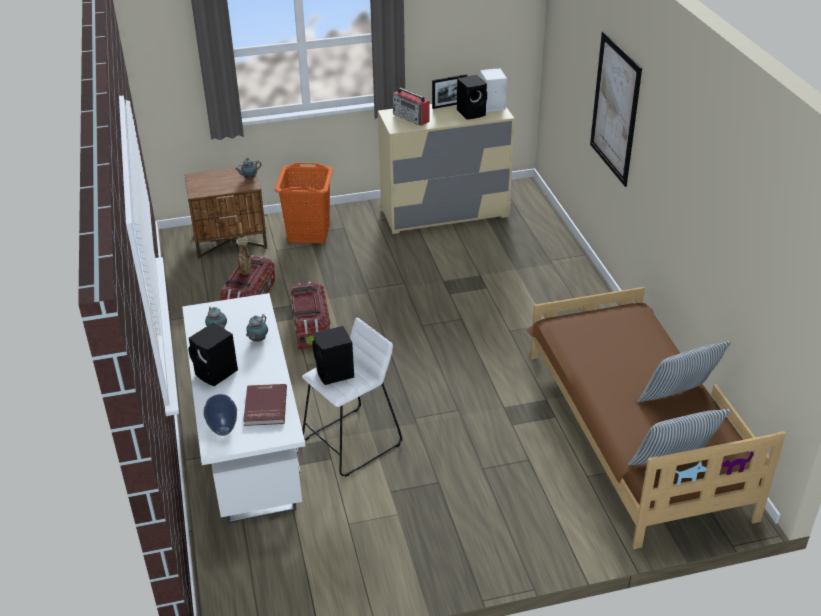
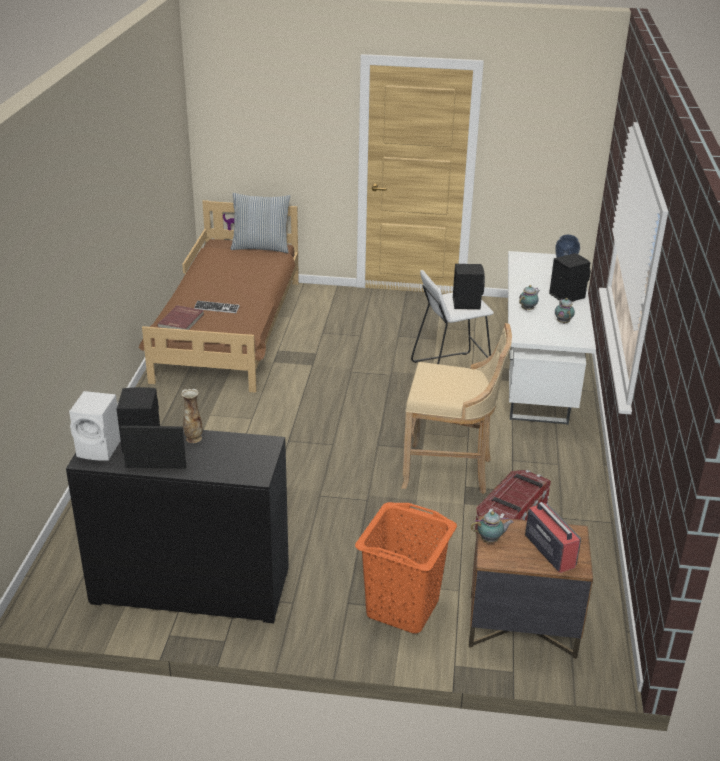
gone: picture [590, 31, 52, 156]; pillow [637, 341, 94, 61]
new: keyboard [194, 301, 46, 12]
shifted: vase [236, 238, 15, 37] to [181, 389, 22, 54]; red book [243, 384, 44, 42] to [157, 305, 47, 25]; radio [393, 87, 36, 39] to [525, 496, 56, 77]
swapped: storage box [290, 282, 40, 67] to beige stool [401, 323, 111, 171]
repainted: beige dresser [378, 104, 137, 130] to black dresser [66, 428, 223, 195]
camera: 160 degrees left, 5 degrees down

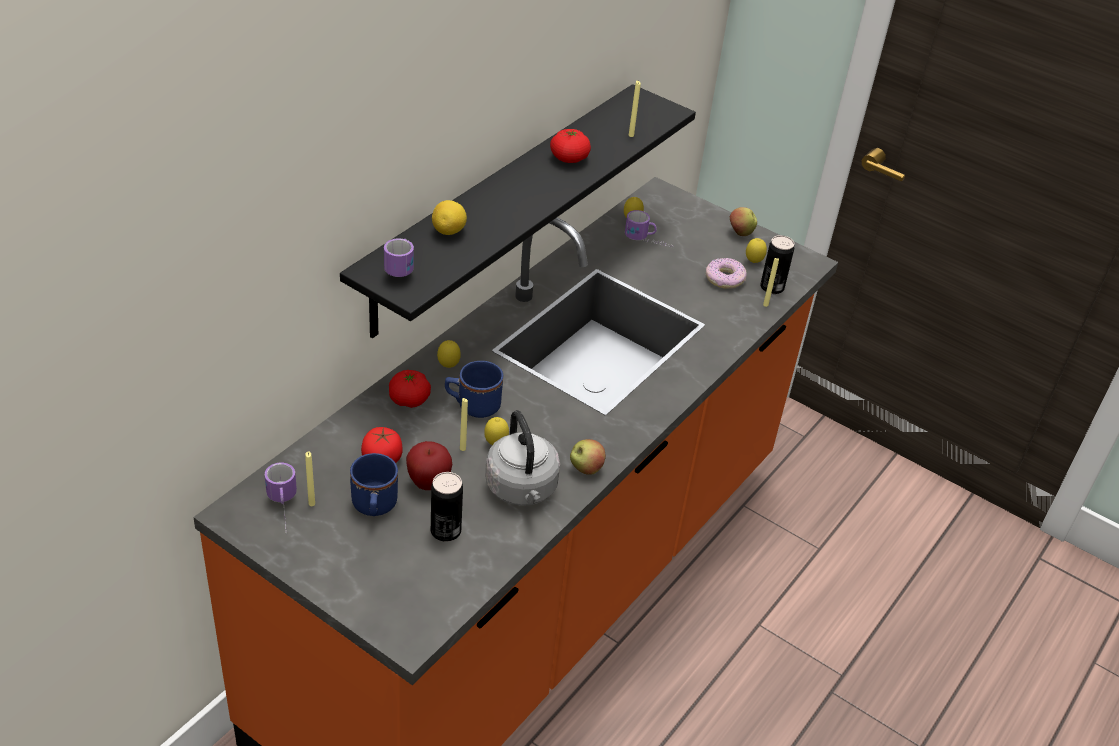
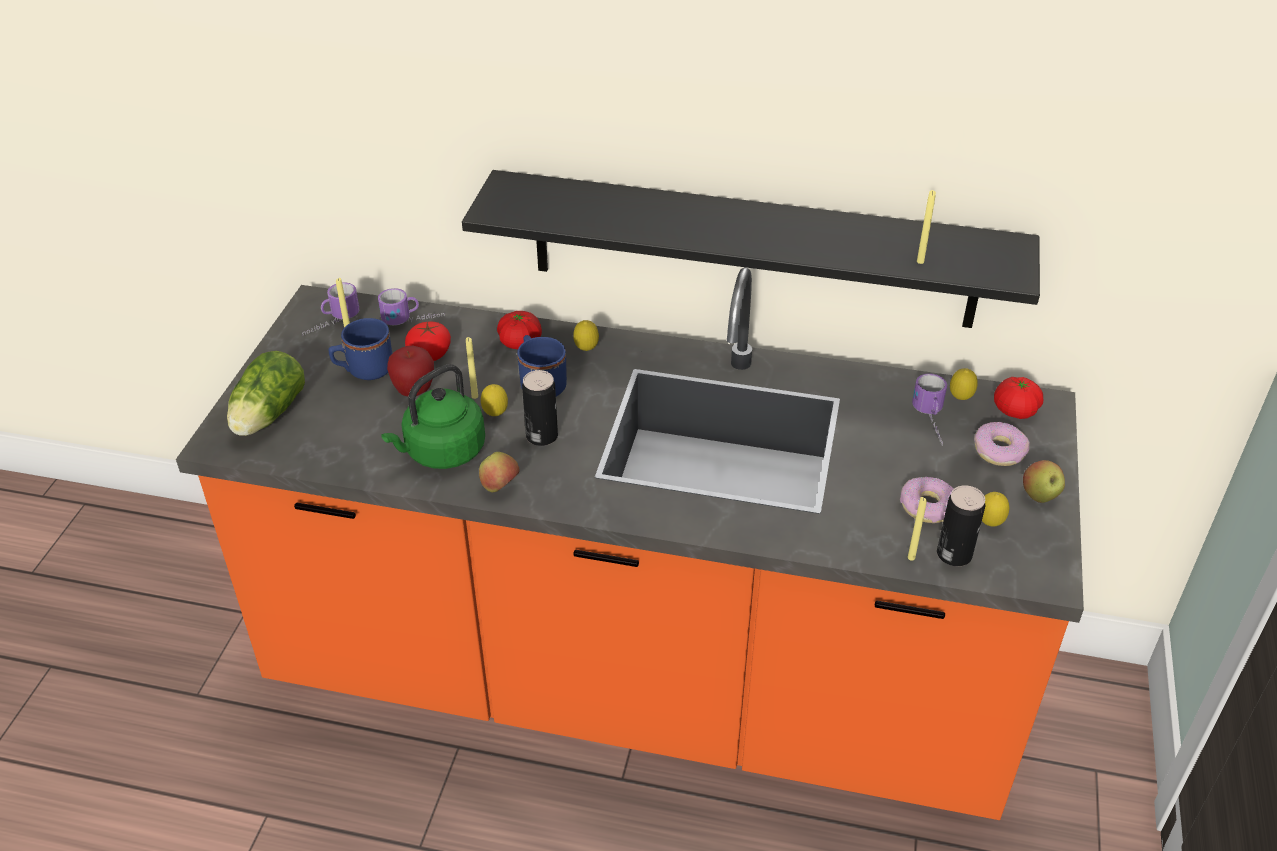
gone: lemon [432, 200, 35, 35]
new: lettuce [227, 351, 78, 85]; donut [974, 422, 55, 44]
shifted: mug [384, 238, 30, 39] to [378, 288, 67, 37]; can [431, 472, 32, 70] to [522, 370, 36, 76]; tomato [550, 129, 41, 34] to [994, 377, 49, 42]
repainted: grey kettle [485, 410, 75, 96] to green kettle [381, 364, 104, 105]
camera: 70 degrees right, 0 degrees up

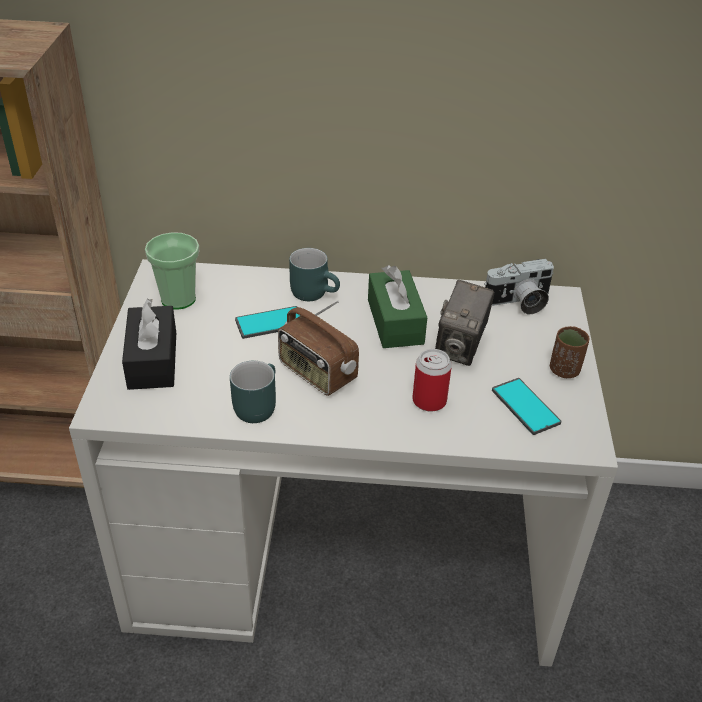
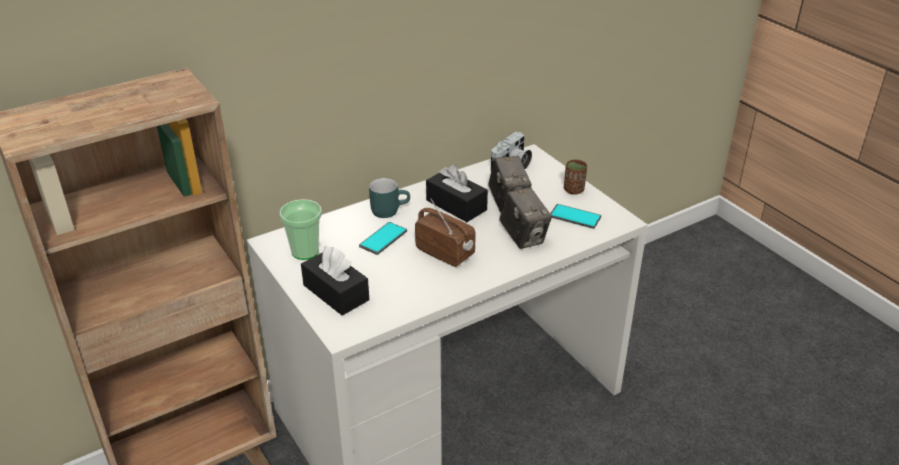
gone: turquoise mug [230, 361, 46, 62]
swapped: can [412, 349, 40, 63] to photo camera [499, 187, 53, 62]
repainted: green tissue box [368, 265, 59, 83] to black tissue box [426, 164, 62, 58]
rotated: radio [278, 301, 81, 95] = [415, 199, 60, 68] 150 degrees counterclockwise
camera: 35 degrees left, 5 degrees down

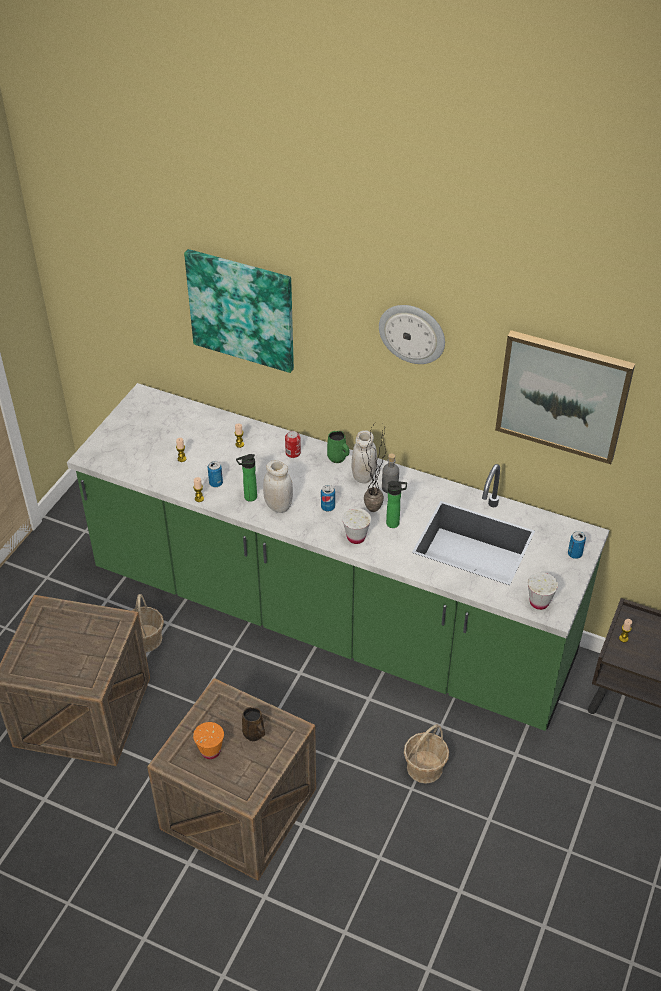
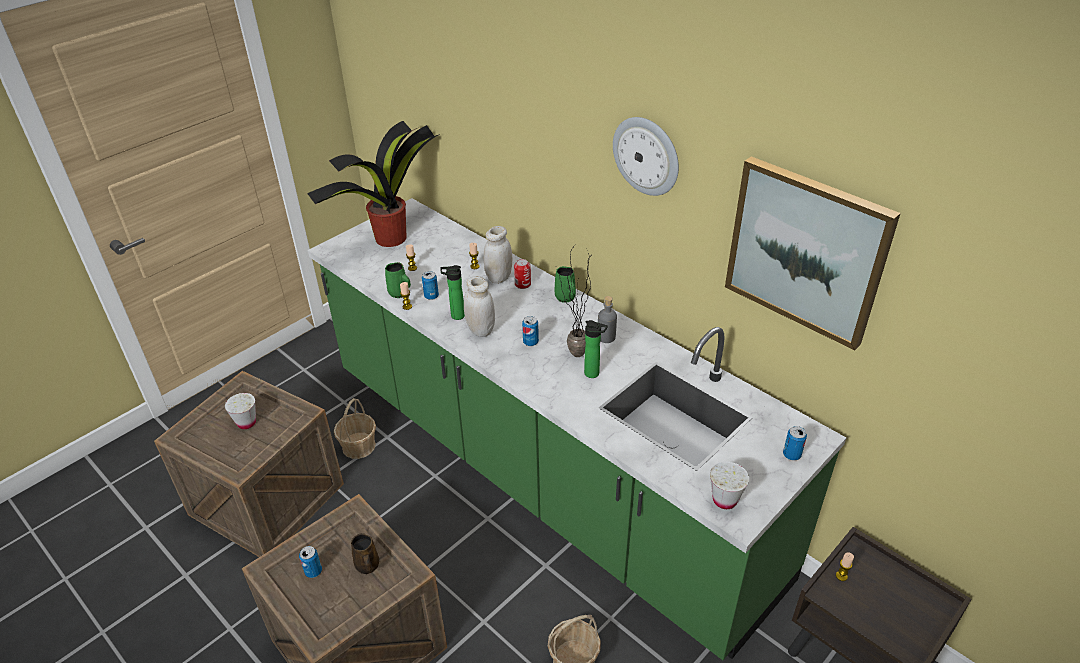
gone: picture [184, 249, 110, 124]
new: potted plant [307, 121, 133, 126]; green mug [385, 262, 26, 36]
shifted: white cup [342, 508, 29, 36] to [225, 393, 31, 36]; white jar [352, 430, 25, 54] to [484, 226, 28, 58]
swapped: orange cup [193, 722, 31, 37] to can [299, 546, 23, 32]
camera: 20 degrees right, 5 degrees down

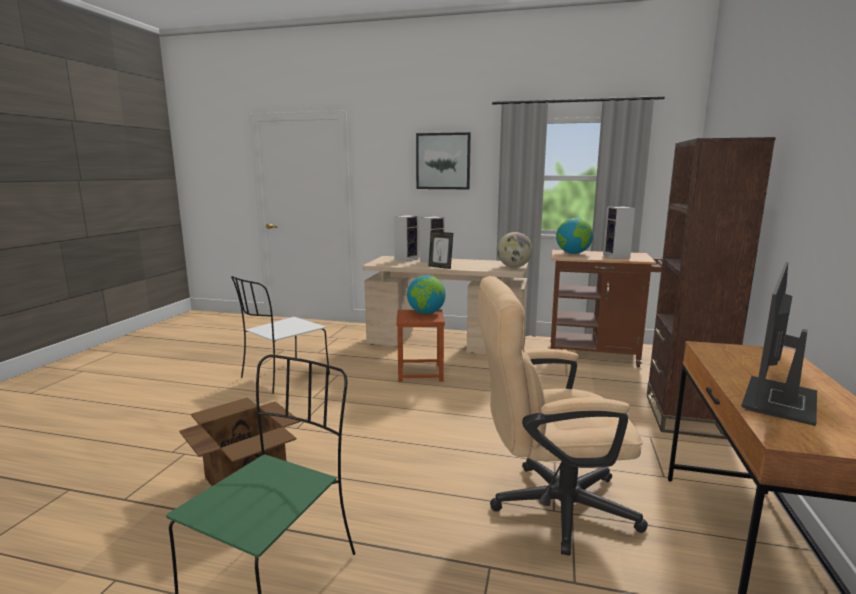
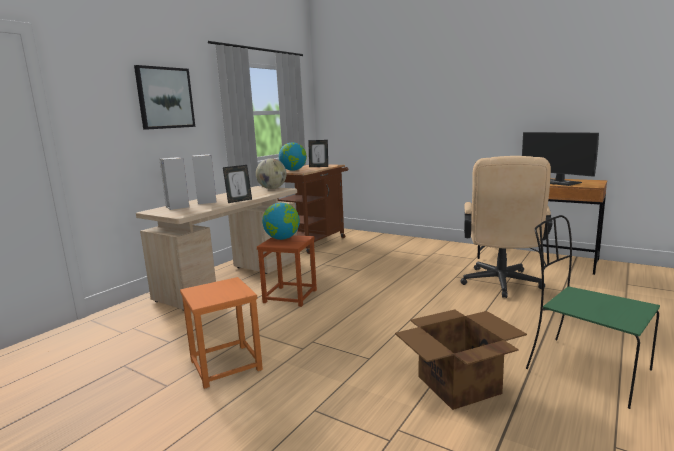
gone: brown bookcase [647, 137, 129, 302]
swapped: white chair [231, 276, 99, 117] to orange stool [180, 277, 83, 112]; speaker [603, 207, 32, 52] to picture frame [308, 140, 20, 27]
camera: 70 degrees left, 0 degrees up

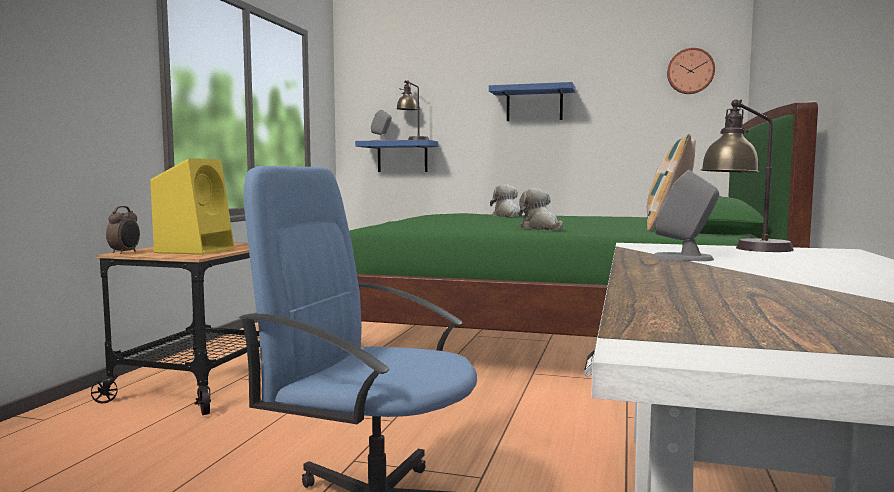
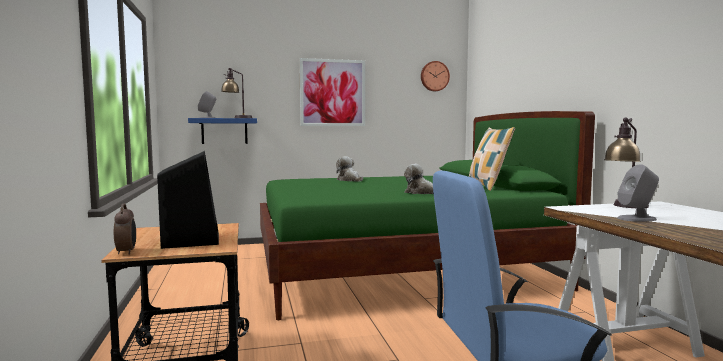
swapped: blue shelf [489, 82, 86, 39] to picture [299, 58, 66, 68]
repainted: yellow speaker [150, 158, 84, 97] to black speaker [157, 151, 62, 98]
camera: 30 degrees left, 0 degrees up

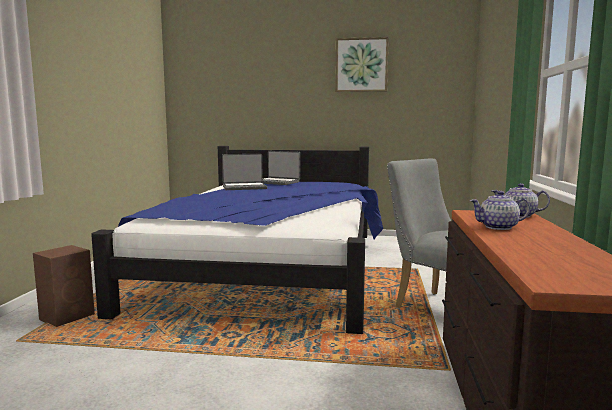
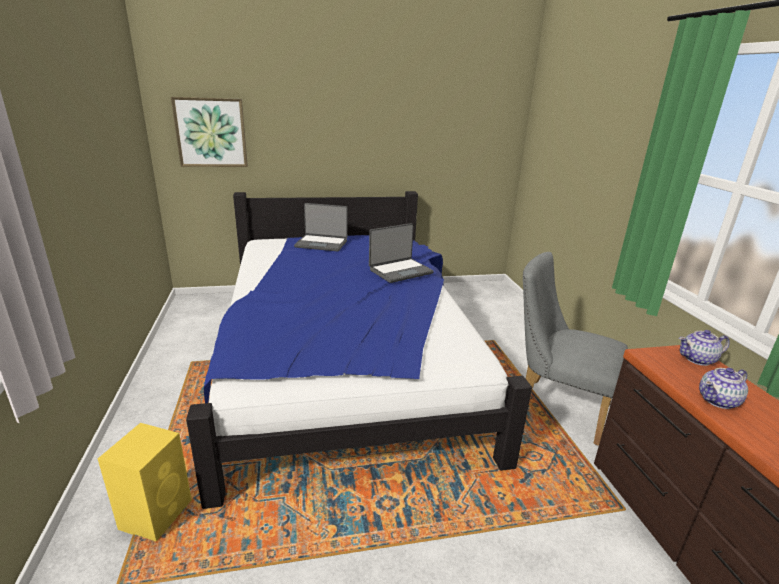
shifted: laptop [222, 154, 45, 36] to [369, 223, 65, 60]; picture [335, 37, 54, 55] to [171, 97, 77, 70]
repainted: brown speaker [33, 245, 62, 82] to yellow speaker [98, 423, 94, 119]
camera: 20 degrees left, 15 degrees up

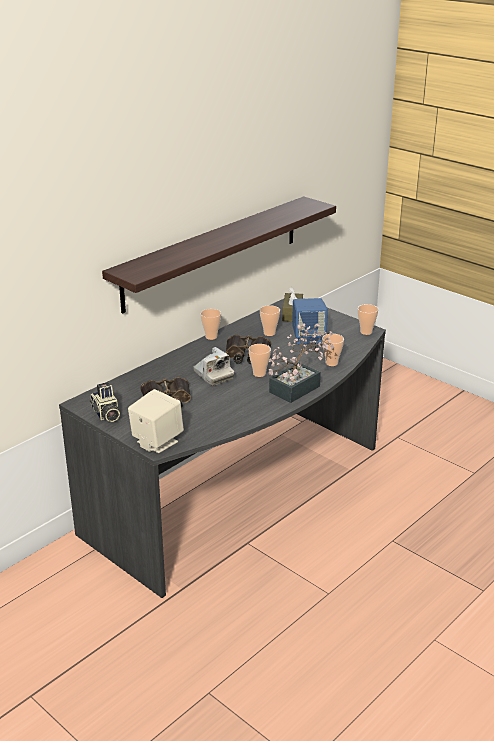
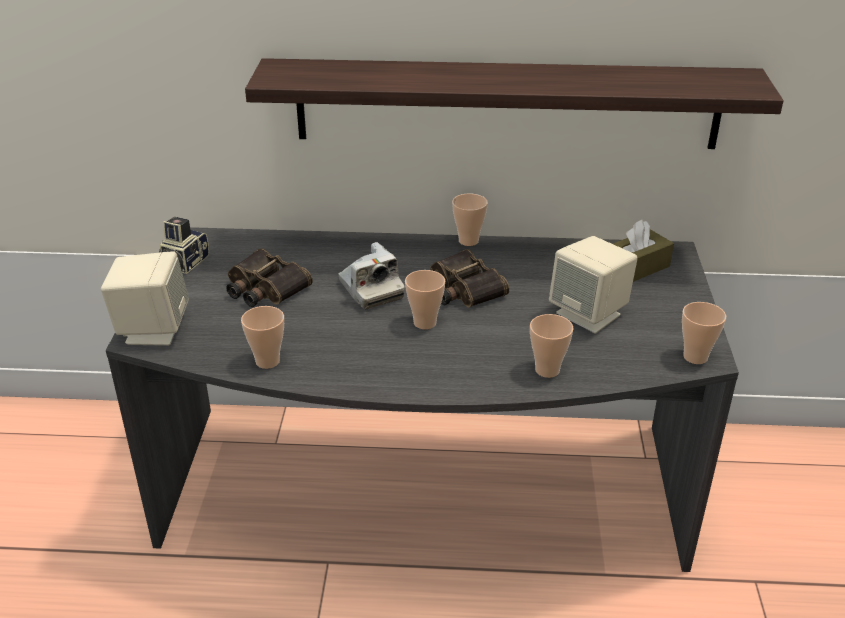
gone: potted plant [268, 323, 66, 80]
shifted: cup [260, 305, 20, 31] to [241, 306, 43, 63]
repainted: blue speaker [292, 298, 36, 46] to beige speaker [549, 236, 89, 97]
rotated: photo camera [193, 347, 41, 39] = [339, 242, 66, 68] 45 degrees counterclockwise
camera: 50 degrees right, 5 degrees up

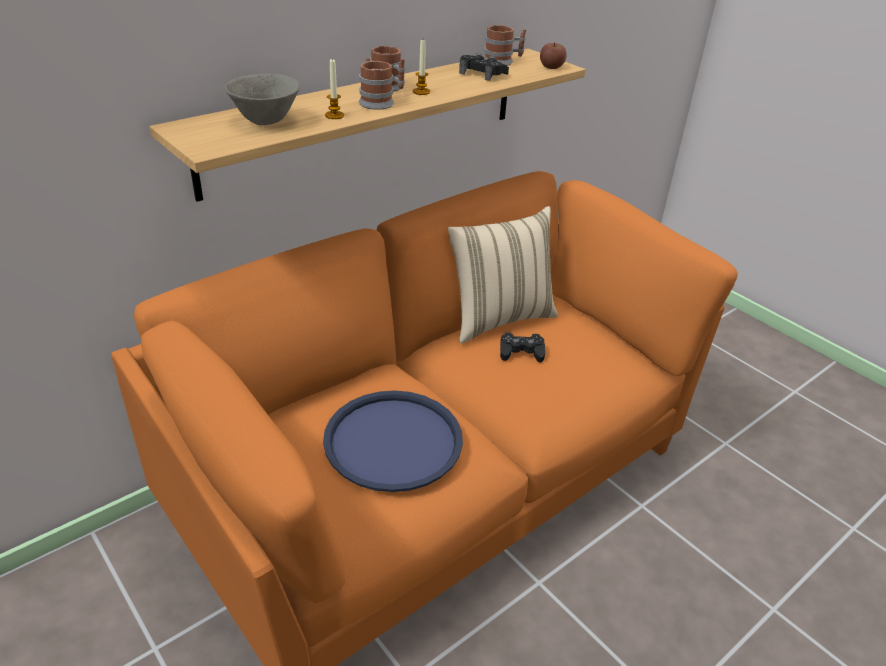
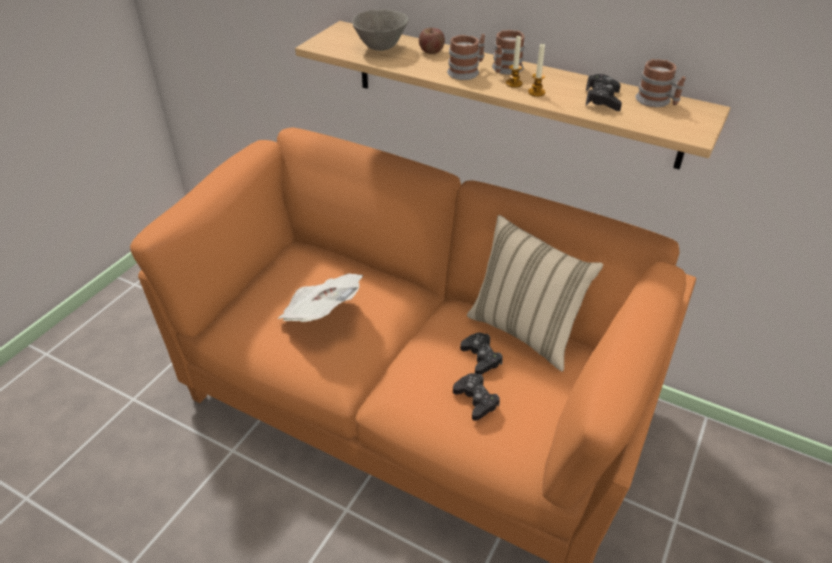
new: black game controller [453, 373, 47, 48]
shifted: candle [325, 58, 19, 61] to [528, 44, 17, 53]; apple [540, 42, 26, 27] to [419, 28, 26, 26]
swapped: blue tray [323, 390, 140, 102] to newspaper [278, 274, 85, 48]
camera: 70 degrees right, 5 degrees up

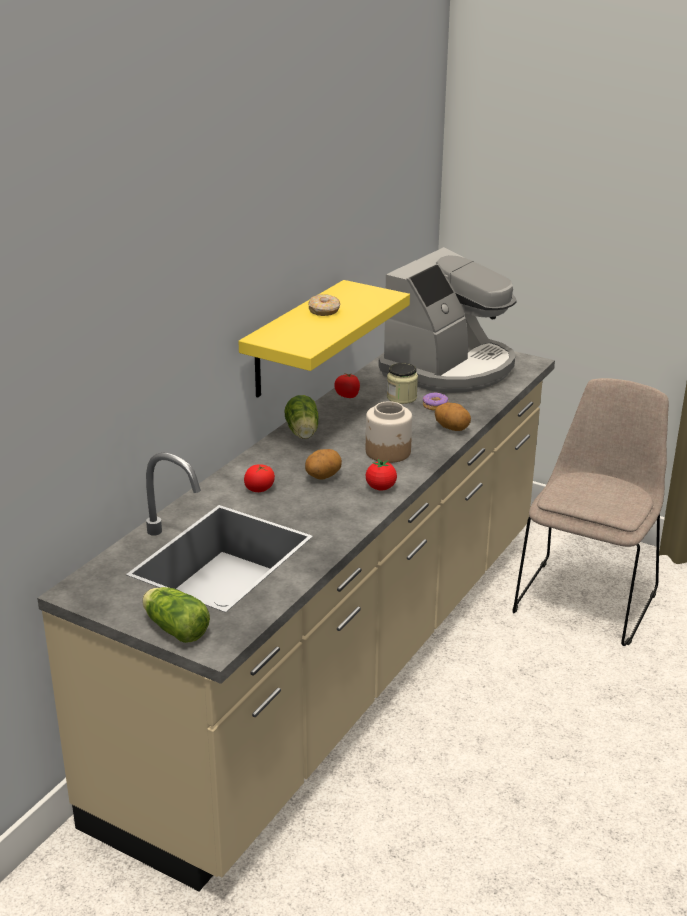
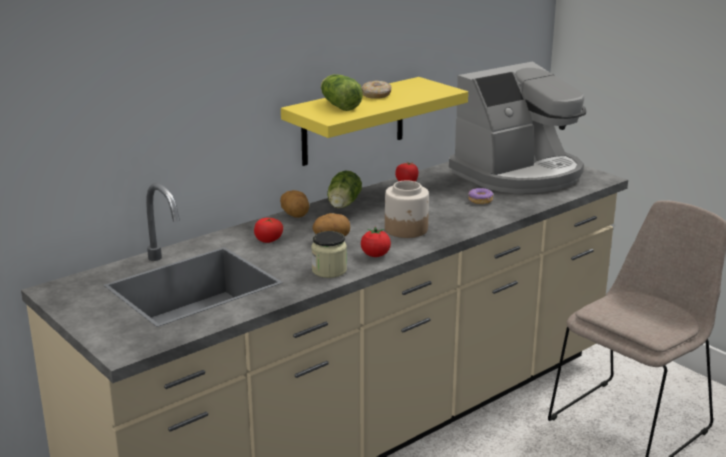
shifted: lettuce [142, 587, 68, 56] to [321, 74, 42, 37]; jar [387, 363, 31, 41] to [311, 231, 36, 47]; potato [435, 403, 36, 28] to [280, 190, 29, 28]
camera: 20 degrees right, 5 degrees down

